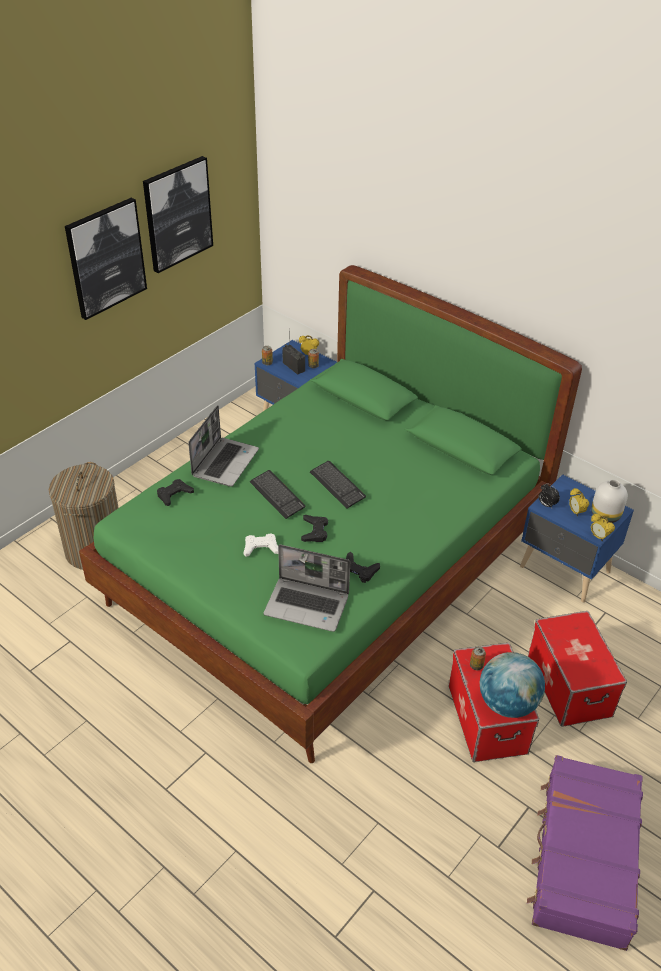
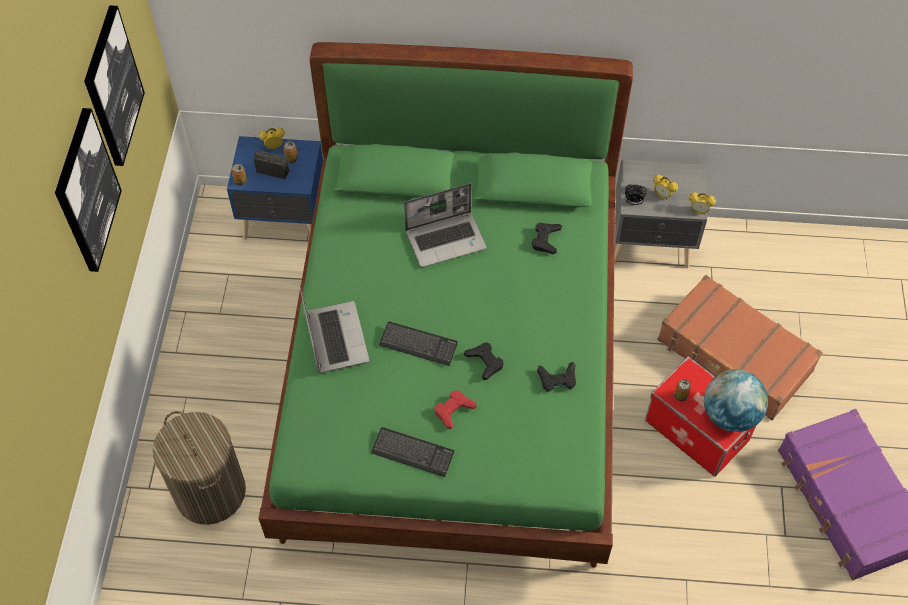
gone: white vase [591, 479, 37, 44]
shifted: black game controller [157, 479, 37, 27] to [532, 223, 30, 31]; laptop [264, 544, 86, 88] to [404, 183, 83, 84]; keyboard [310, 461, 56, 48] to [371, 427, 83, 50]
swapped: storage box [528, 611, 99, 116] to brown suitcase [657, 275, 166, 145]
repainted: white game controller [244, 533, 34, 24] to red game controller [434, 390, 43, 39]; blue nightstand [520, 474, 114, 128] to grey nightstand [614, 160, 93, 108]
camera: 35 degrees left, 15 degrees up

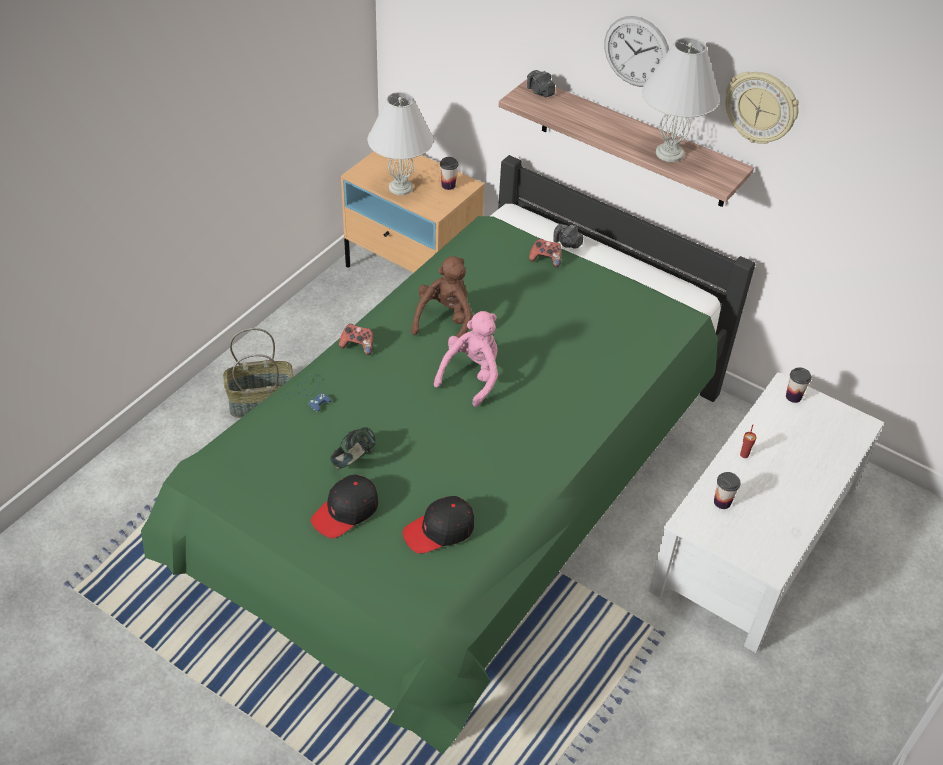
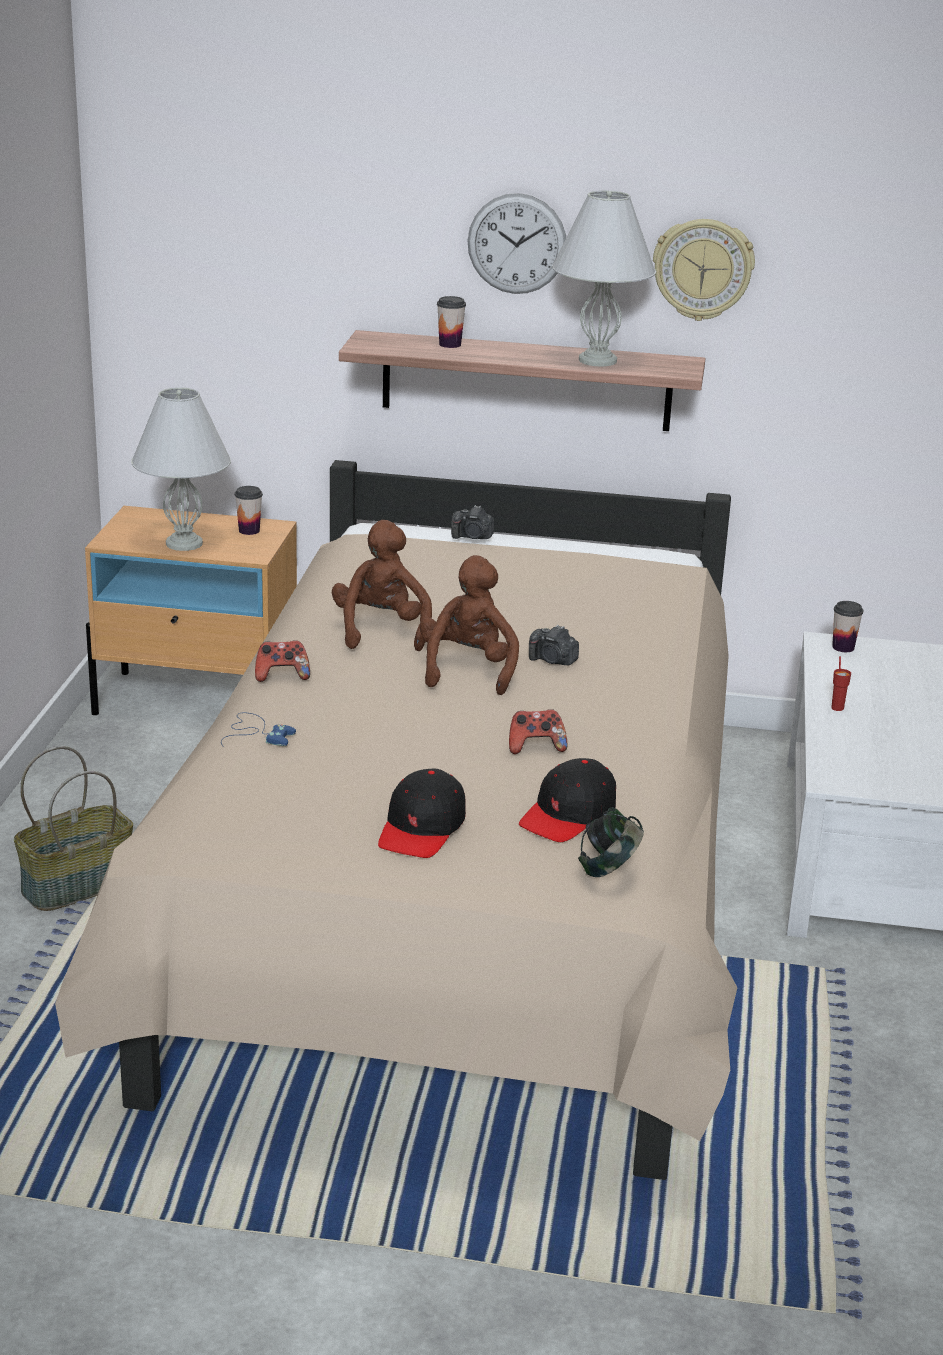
shifted: headphones [330, 427, 46, 42] to [578, 807, 66, 70]; photo camera [527, 70, 28, 27] to [529, 625, 50, 40]; game controller [529, 239, 32, 28] to [509, 709, 59, 45]; cup [714, 472, 27, 37] to [437, 296, 29, 52]
repainted: green bed [141, 155, 614, 599] to beige bed [55, 460, 683, 720]; pink plush toy [434, 311, 64, 96] to brown plush toy [420, 555, 99, 140]
camera: 25 degrees left, 20 degrees down

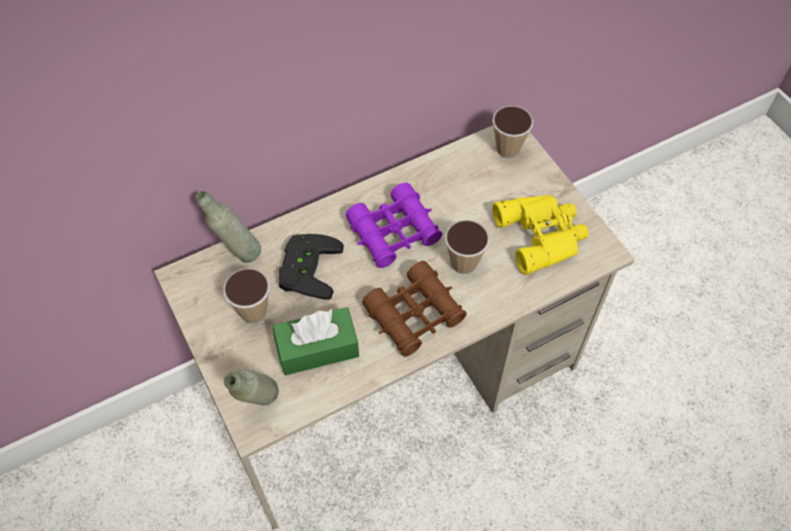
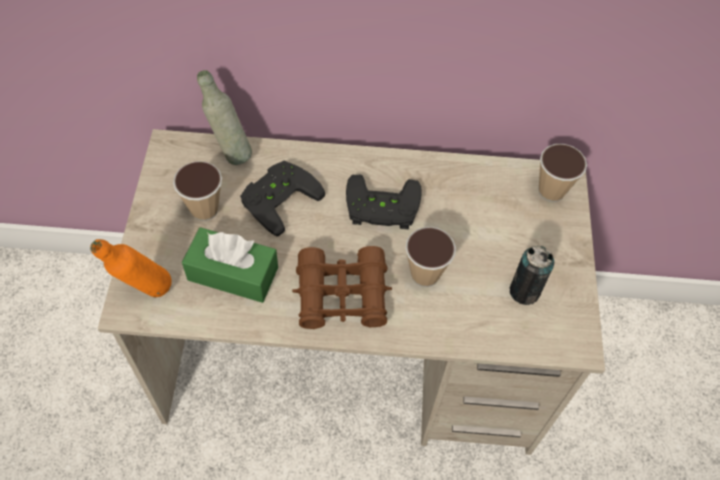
swapped: purple binoculars [346, 183, 96, 85] to black game controller [346, 175, 76, 54]; yellow binoculars [492, 195, 96, 80] to can [509, 246, 45, 59]
repainted: grey bottle [224, 369, 55, 36] to orange bottle [90, 239, 82, 58]
camera: 30 degrees right, 0 degrees up

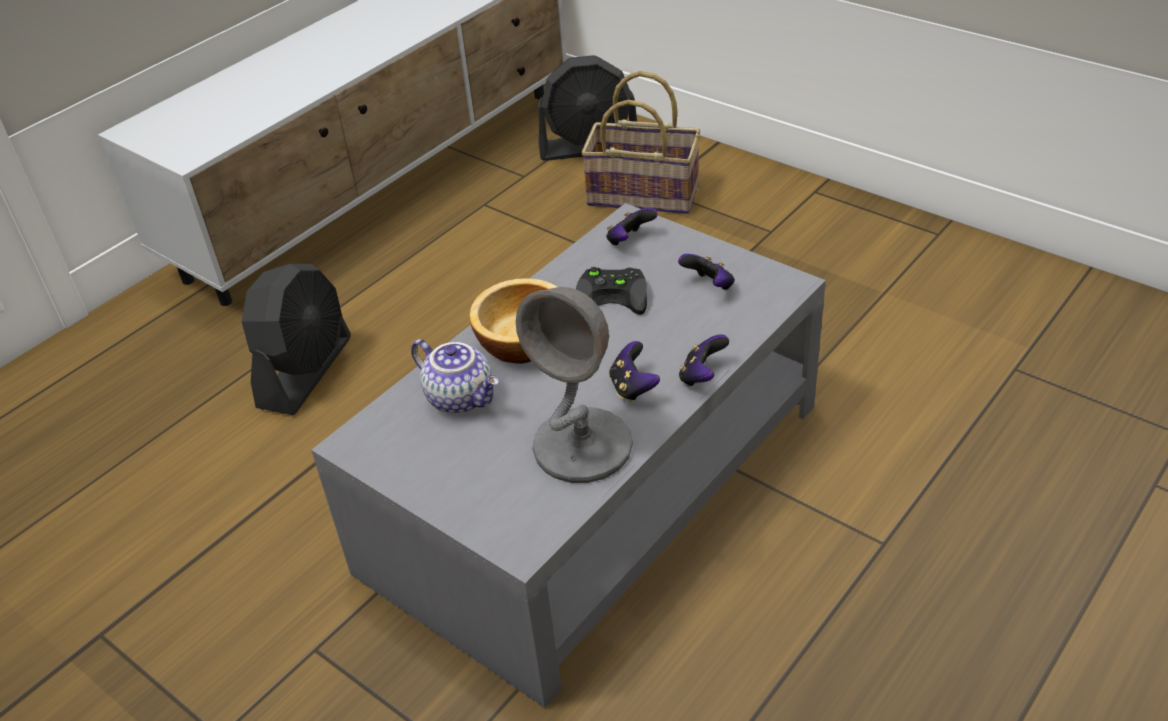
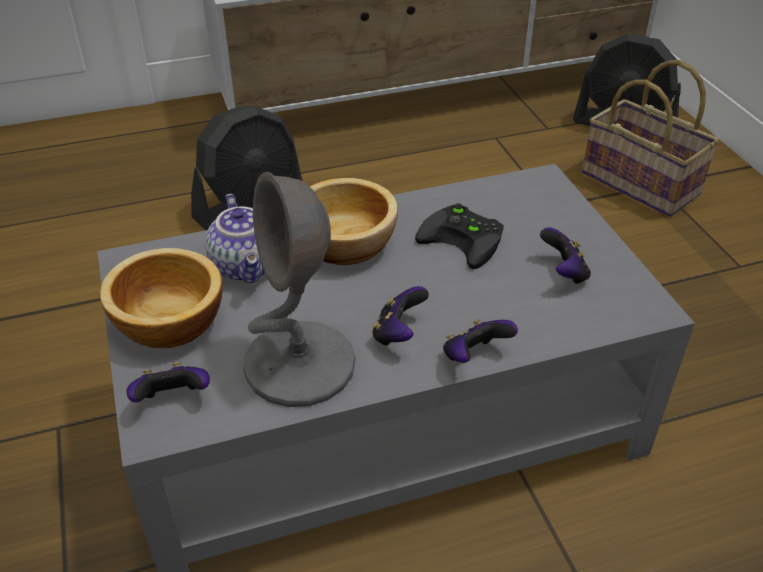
new: bowl [100, 248, 123, 100]
shifted: game controller [606, 208, 52, 38] to [127, 362, 83, 40]
camera: 30 degrees right, 0 degrees up

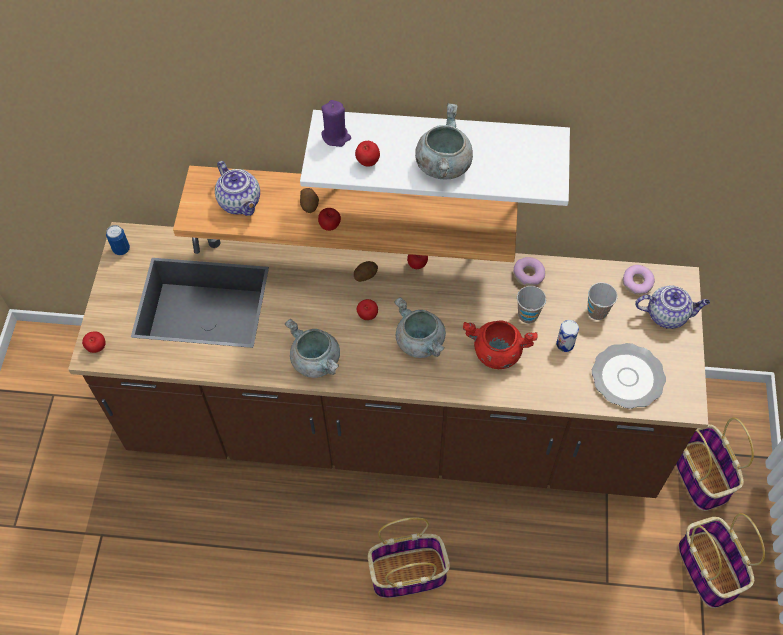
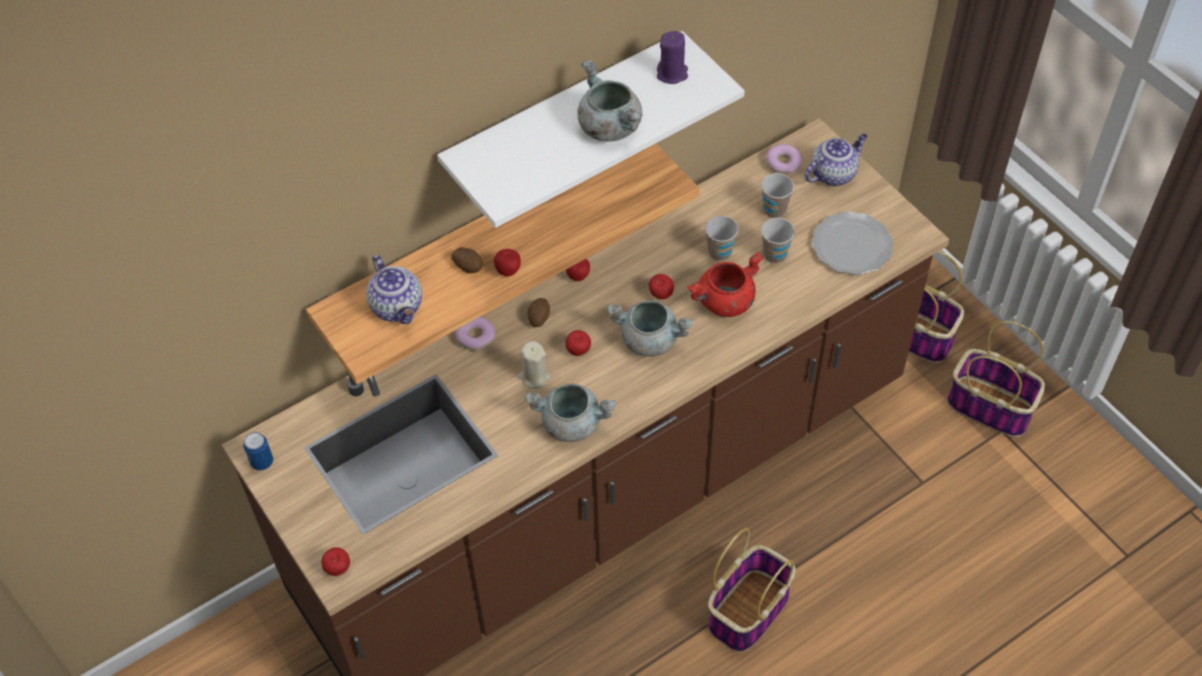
new: beige candle [518, 341, 33, 48]
shifted: purple candle [321, 100, 30, 47] to [657, 31, 31, 53]; apple [355, 141, 25, 26] to [649, 274, 25, 25]; donut [514, 257, 31, 29] to [455, 317, 40, 34]
swapped: can [556, 320, 23, 32] to cup [761, 218, 34, 45]
rotated: teapot [215, 161, 45, 55] = [366, 255, 56, 69] 45 degrees clockwise
camera: 40 degrees left, 5 degrees down

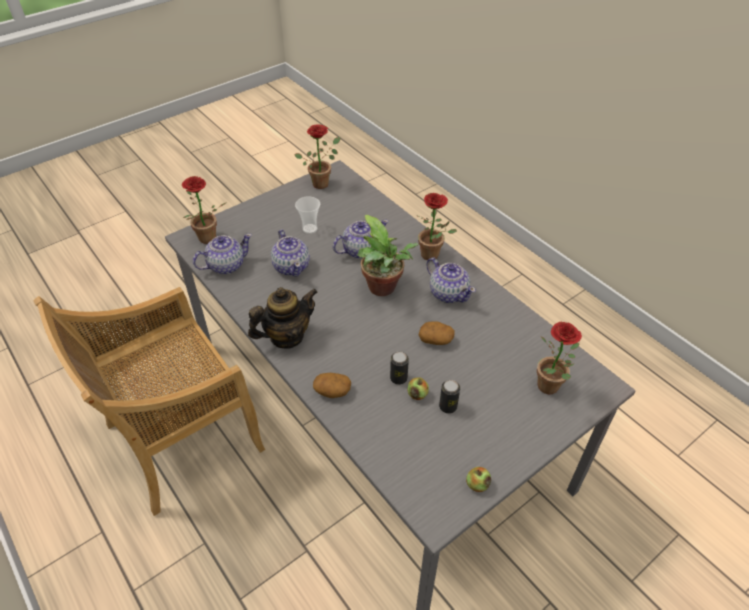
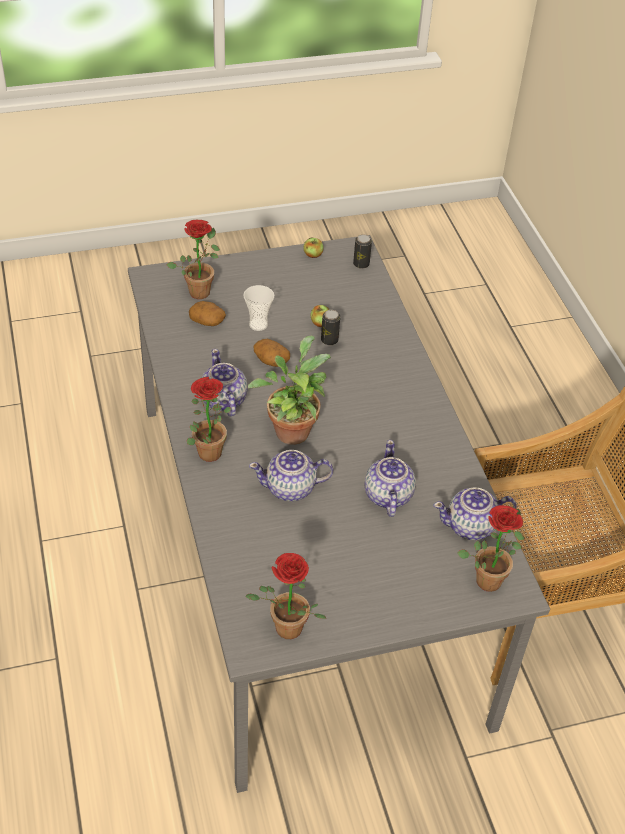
gone: teapot [248, 287, 70, 61]
shifted: cup [295, 196, 25, 38] to [243, 285, 31, 46]; potato [313, 373, 38, 25] to [189, 301, 37, 25]; can [439, 380, 21, 34] to [353, 234, 19, 35]
camera: 160 degrees left, 0 degrees up

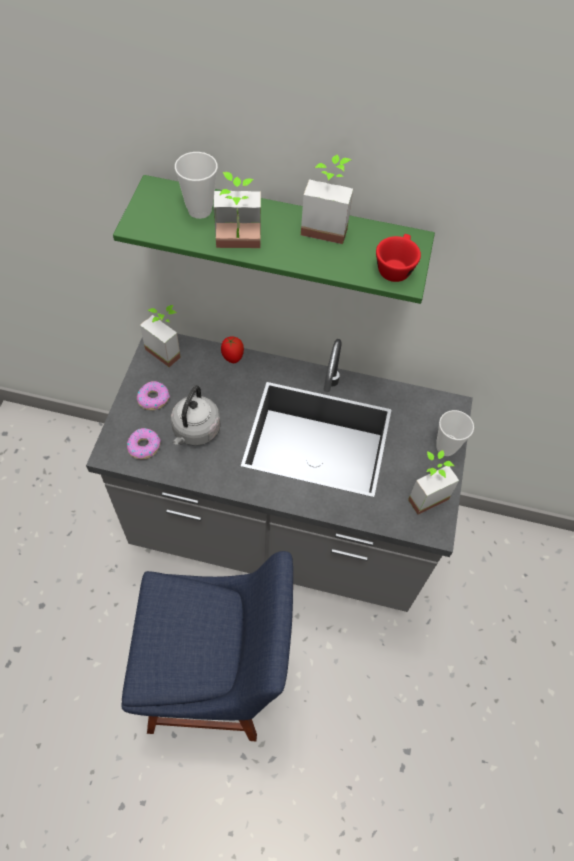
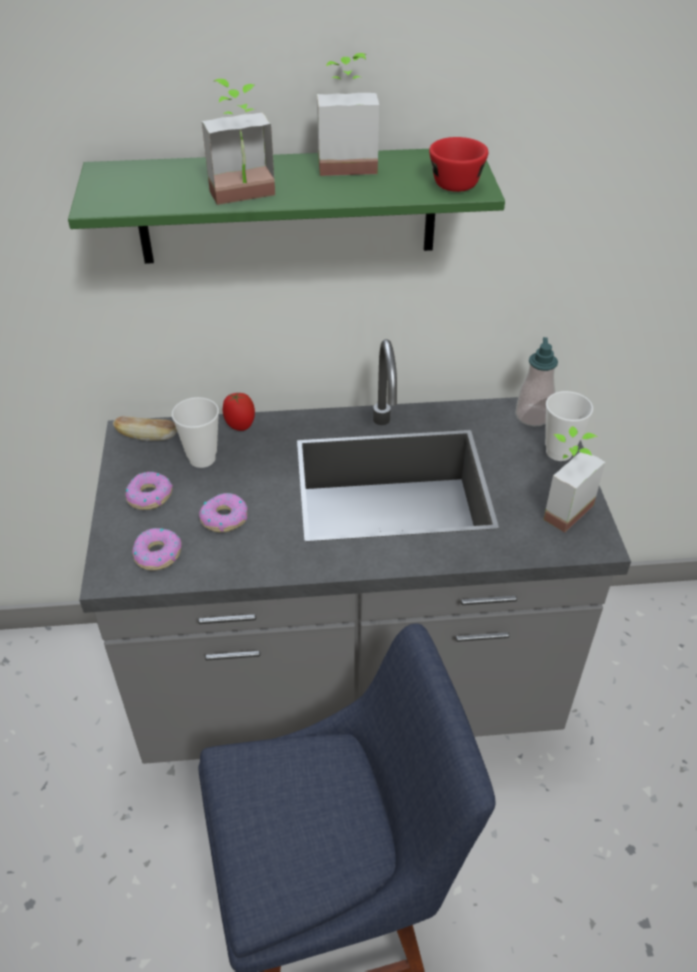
new: soap dispenser [515, 337, 43, 89]
shifted: cup [175, 152, 43, 67] to [172, 397, 47, 71]
swapped: potted plant [140, 305, 41, 62] to bread [113, 416, 64, 25]; grey kettle [171, 385, 50, 61] to donut [199, 493, 49, 40]
camera: 15 degrees left, 15 degrees down

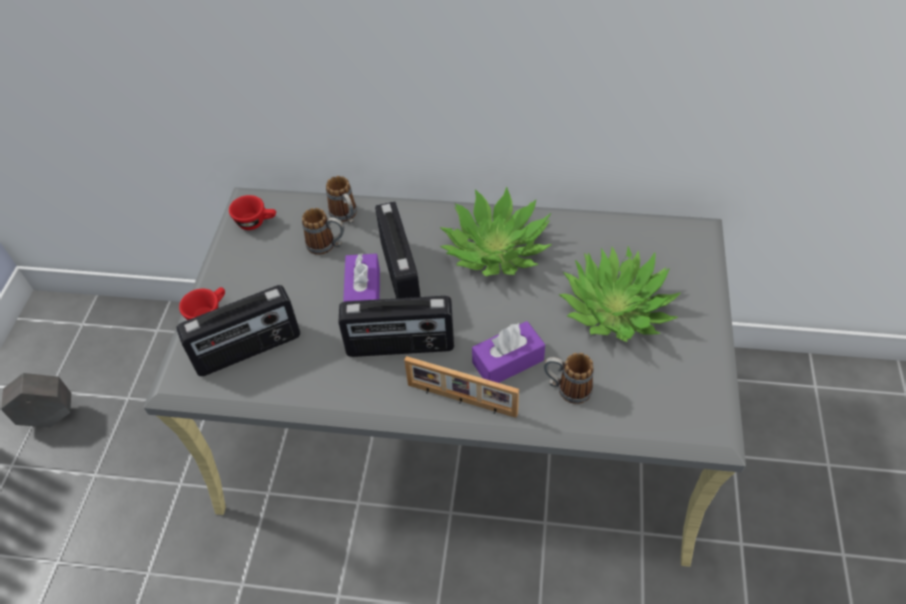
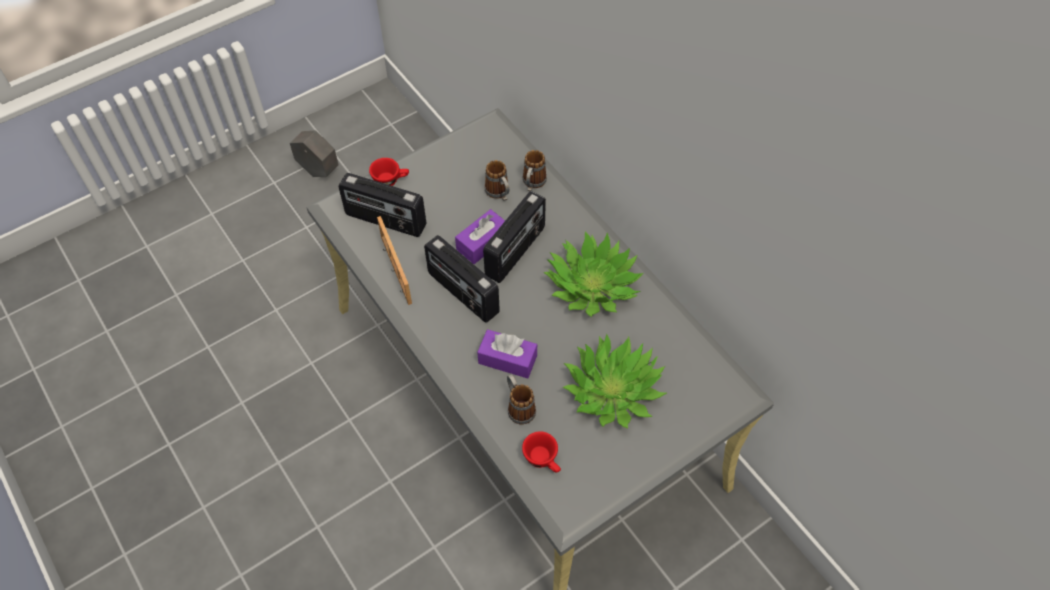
shifted: red cup [229, 195, 47, 35] to [522, 431, 39, 42]; picture frame [404, 356, 115, 62] to [377, 216, 35, 89]
camera: 45 degrees right, 5 degrees up

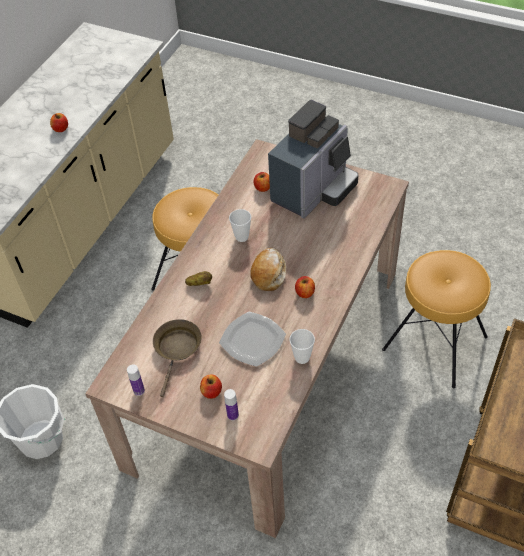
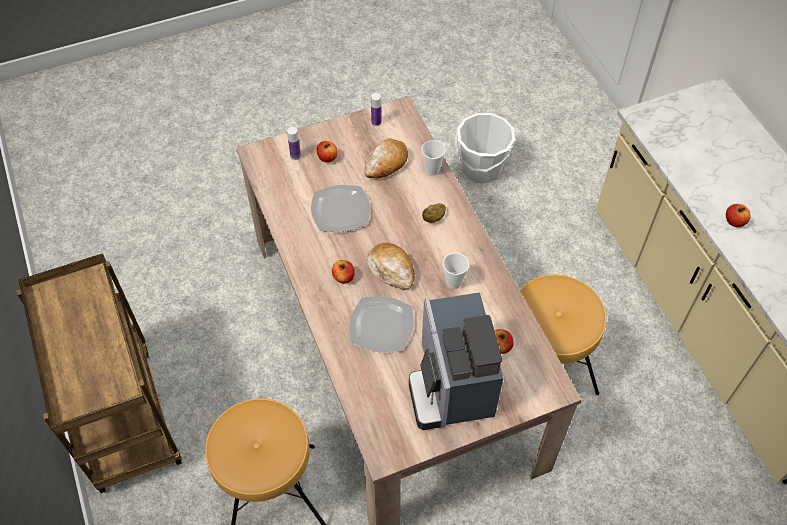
new: plate [349, 296, 65, 57]
shifted: cup [289, 329, 26, 35] to [421, 140, 25, 36]
swapped: brown frying pan [153, 319, 49, 78] to bread [365, 138, 43, 40]
camera: 130 degrees right, 5 degrees up

